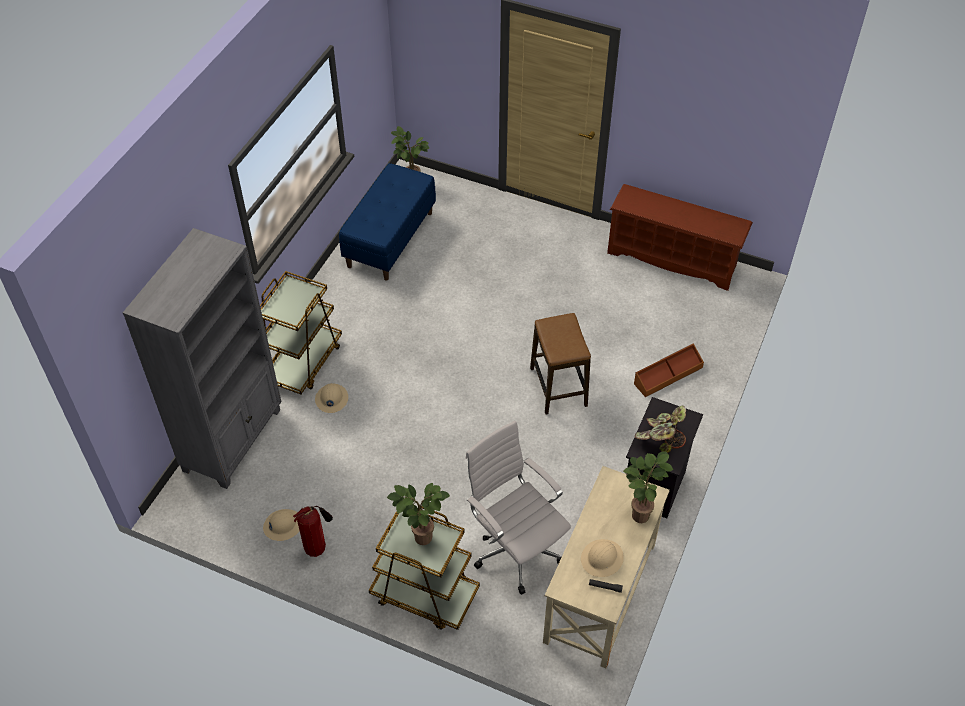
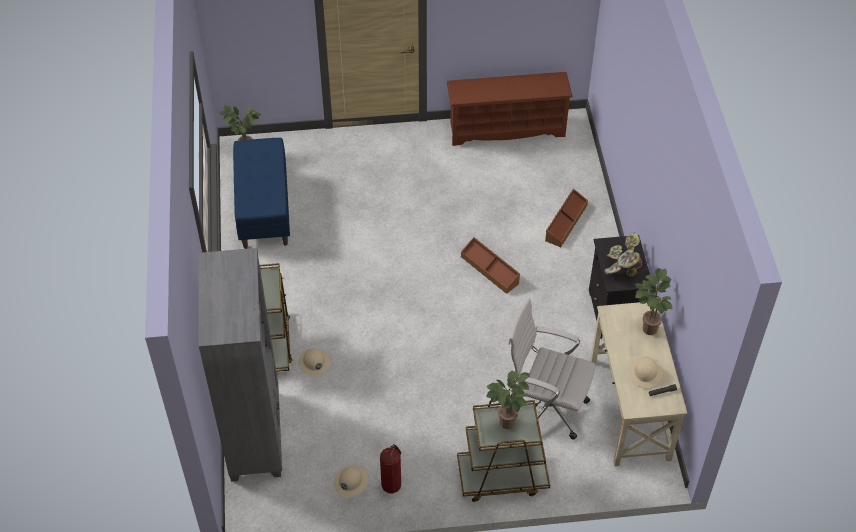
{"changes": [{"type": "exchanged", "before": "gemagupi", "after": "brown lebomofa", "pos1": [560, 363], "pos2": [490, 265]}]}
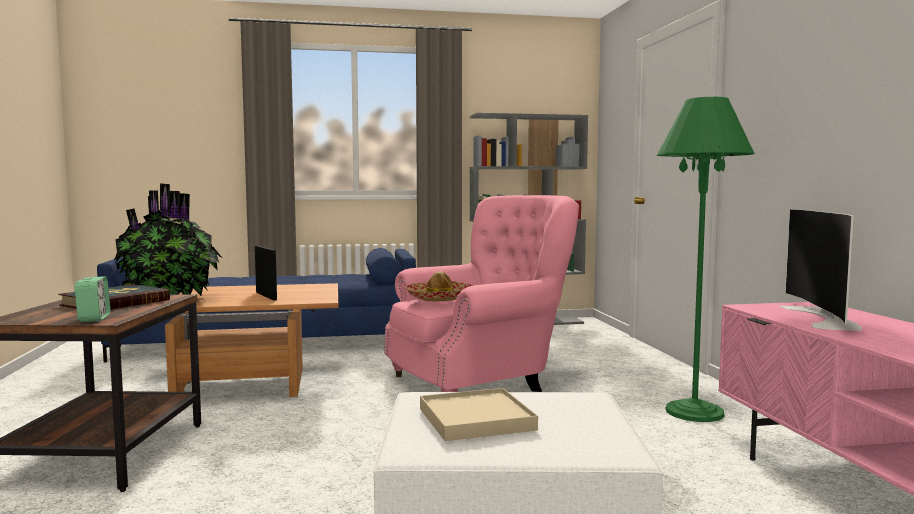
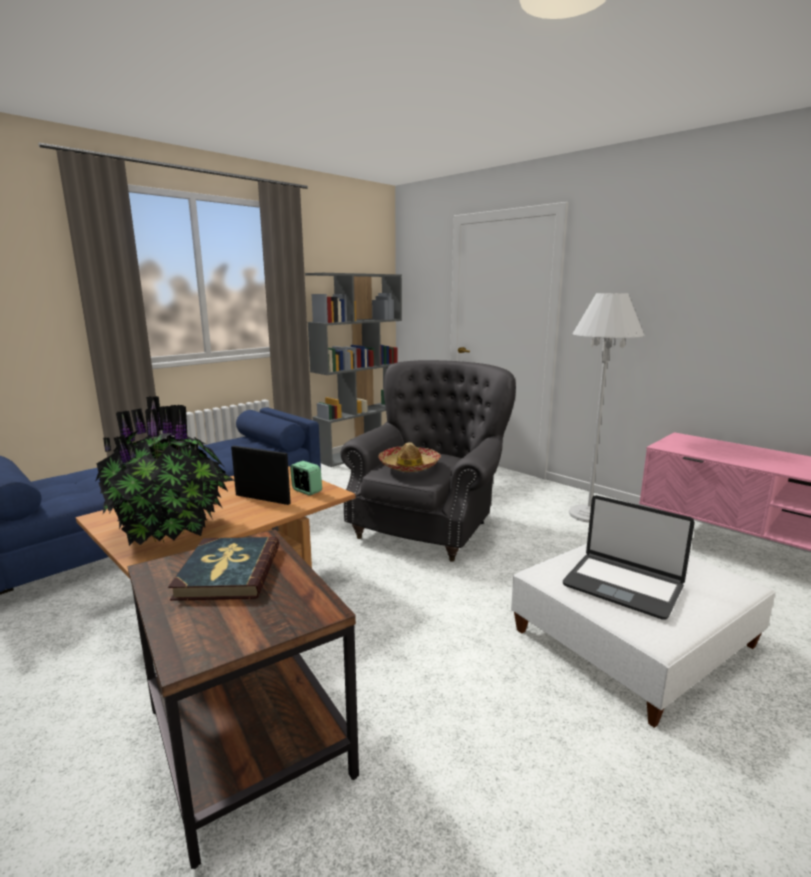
{"changes": [{"type": "relocated", "before": "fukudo", "pos1": [93, 299], "pos2": [306, 478]}, {"type": "colour", "before": "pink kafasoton", "after": "grey kafasoton", "pos1": [481, 293], "pos2": [428, 461]}, {"type": "exchanged", "before": "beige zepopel", "after": "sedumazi", "pos1": [479, 414], "pos2": [629, 557]}, {"type": "colour", "before": "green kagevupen", "after": "white kagevupen", "pos1": [706, 259], "pos2": [607, 408]}, {"type": "missing", "before": "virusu", "pos1": [820, 270]}]}
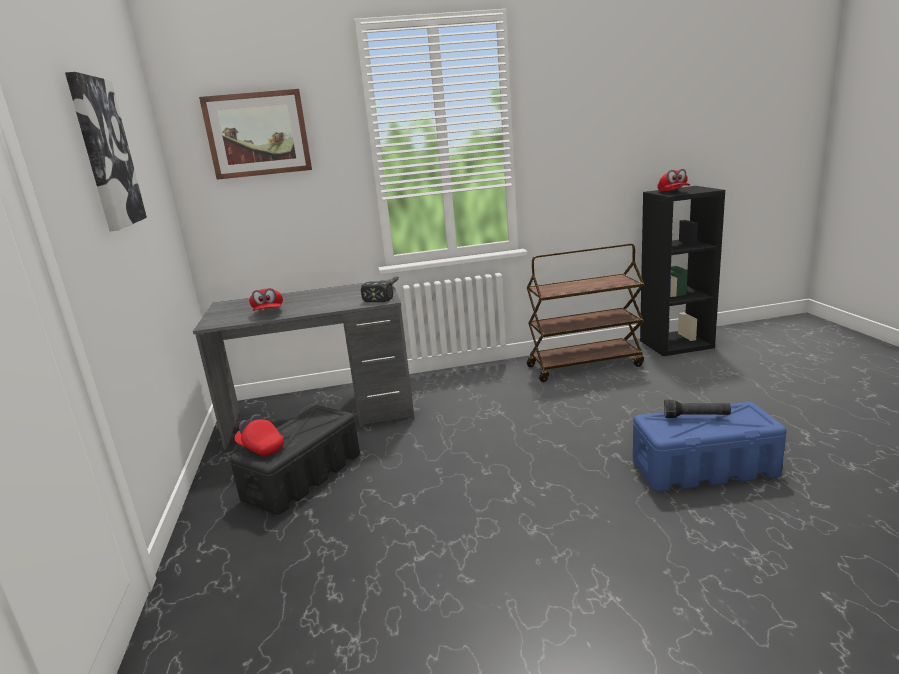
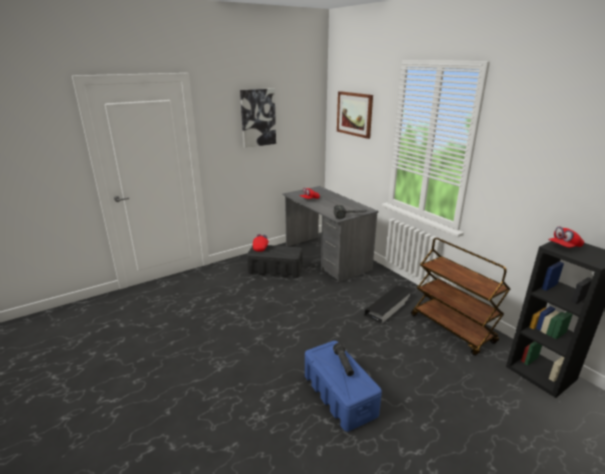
{"changes": [{"type": "appeared", "after": "black lebomofa", "pos2": [389, 304]}]}
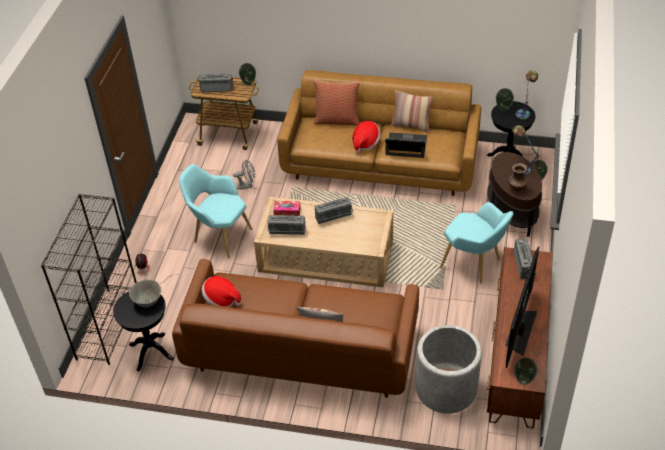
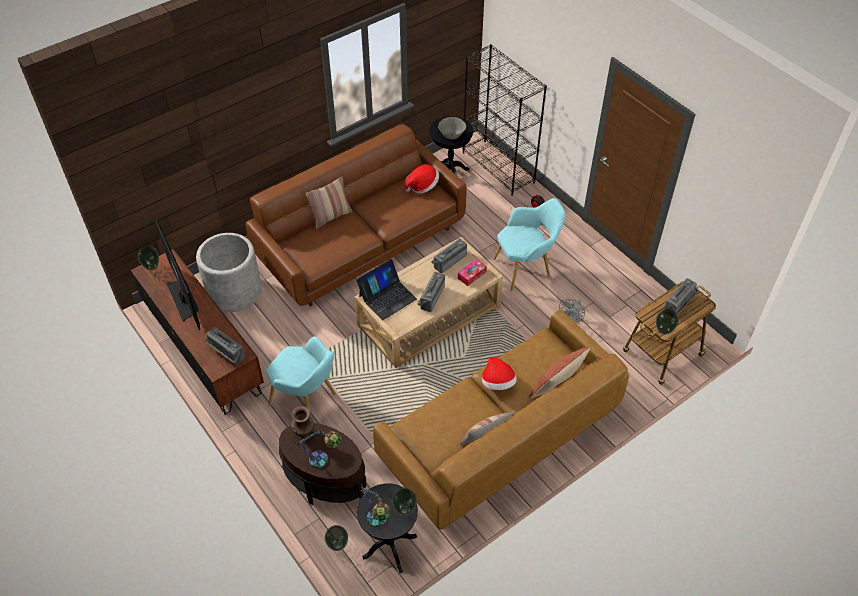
{"changes": [{"type": "relocated", "before": "sedumazi", "pos1": [406, 145], "pos2": [386, 289]}, {"type": "spun", "before": "turquoise kafasoton", "pos1": [477, 242], "pos2": [301, 376], "turn": -135}]}
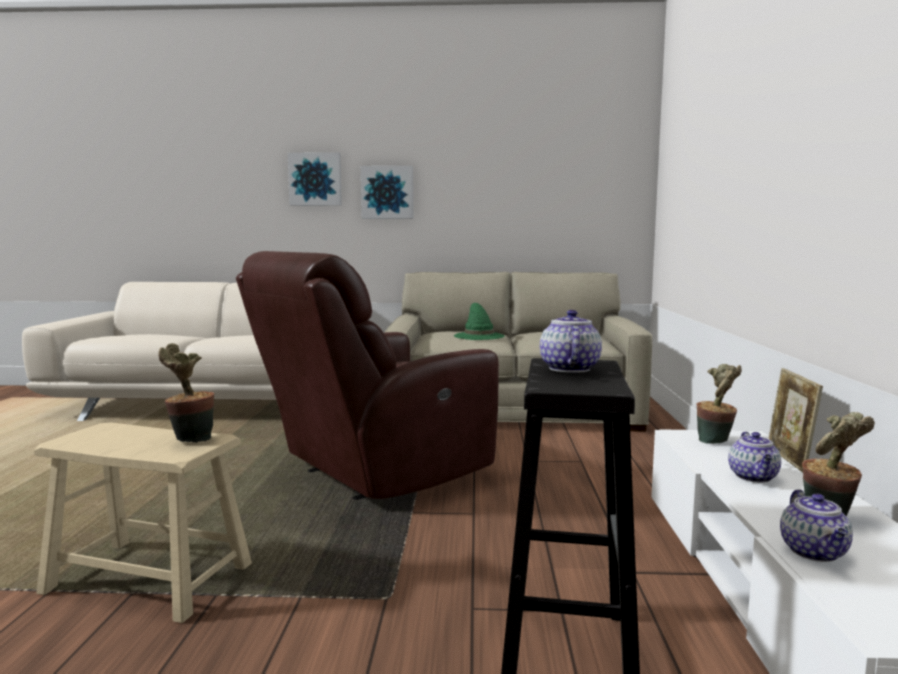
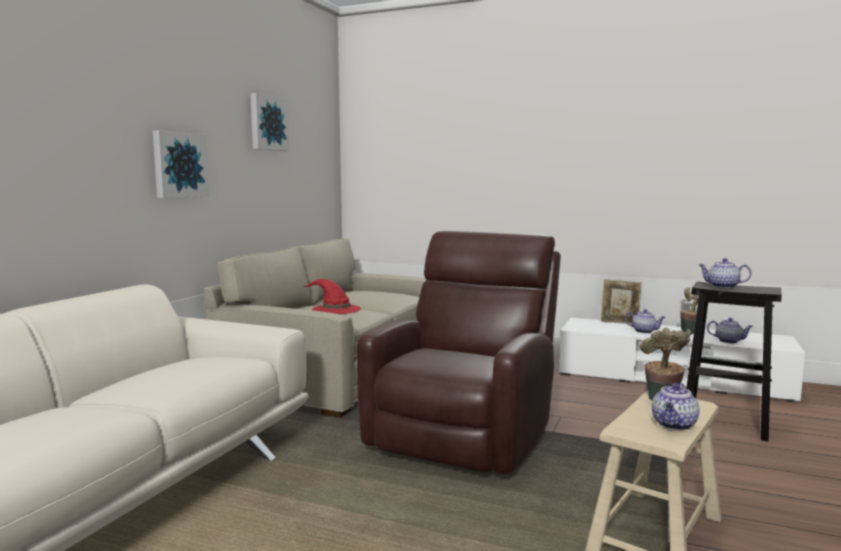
{"changes": [{"type": "spun", "before": "brown kafasoton", "pos1": [367, 375], "pos2": [459, 352], "turn": -135}, {"type": "relocated", "before": "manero", "pos1": [315, 179], "pos2": [269, 122]}, {"type": "colour", "before": "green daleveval", "after": "red daleveval", "pos1": [479, 321], "pos2": [332, 296]}, {"type": "missing", "before": "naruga", "pos1": [719, 404]}, {"type": "appeared", "after": "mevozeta", "pos2": [676, 406]}]}
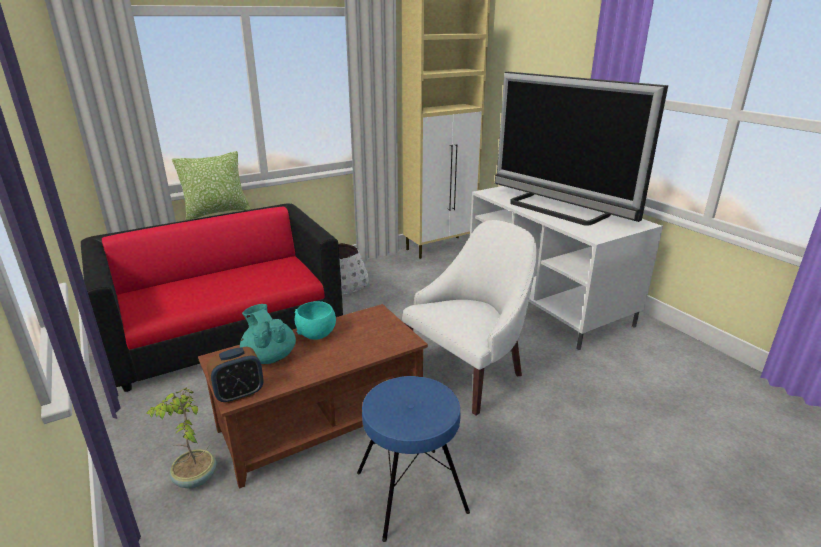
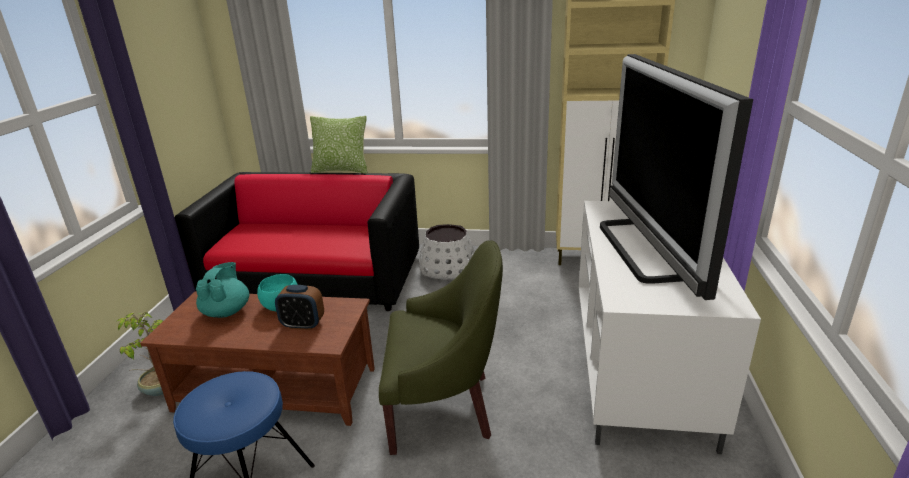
{"changes": [{"type": "relocated", "before": "fukudo", "pos1": [235, 375], "pos2": [299, 307]}, {"type": "colour", "before": "white kafasoton", "after": "green kafasoton", "pos1": [469, 317], "pos2": [441, 347]}]}
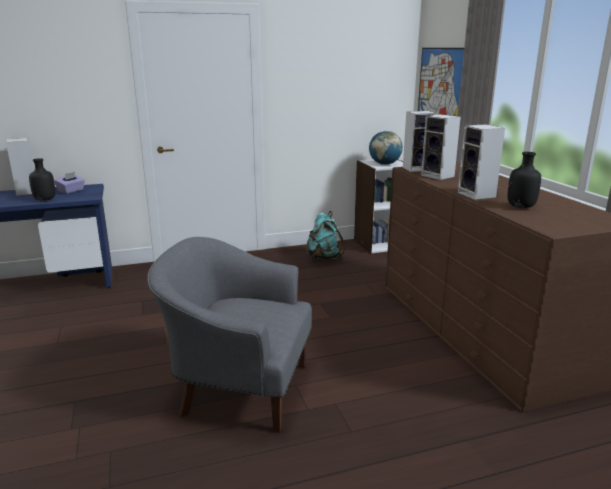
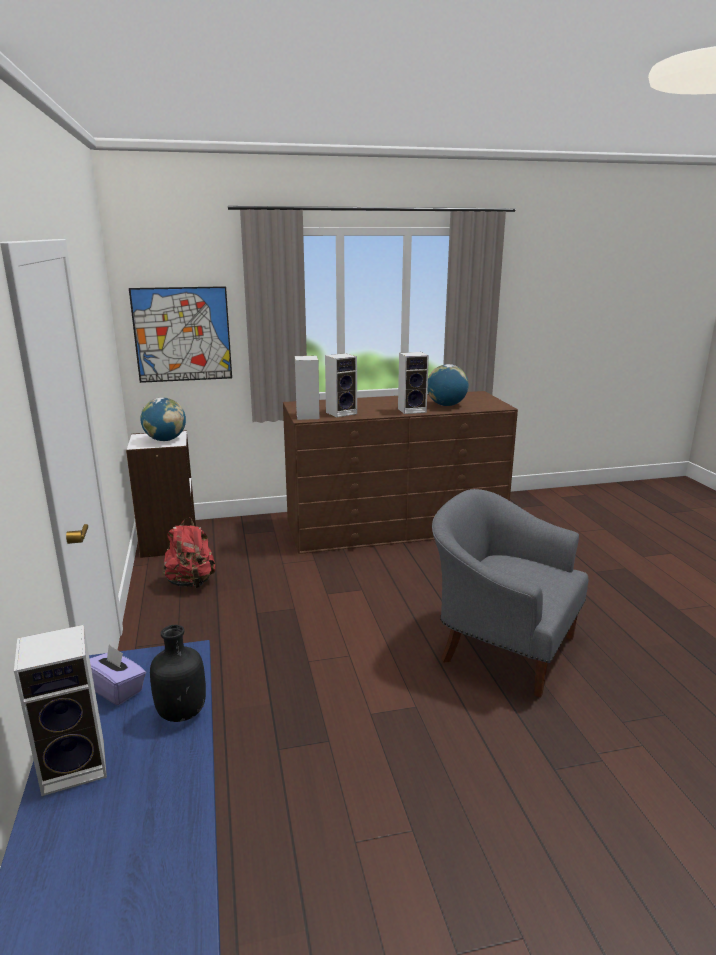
{"changes": [{"type": "spun", "before": "grey kafasoton", "pos1": [229, 334], "pos2": [510, 593], "turn": 105}, {"type": "colour", "before": "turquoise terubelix", "after": "red terubelix", "pos1": [326, 235], "pos2": [189, 552]}, {"type": "exchanged", "before": "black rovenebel", "after": "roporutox", "pos1": [524, 180], "pos2": [448, 385]}]}
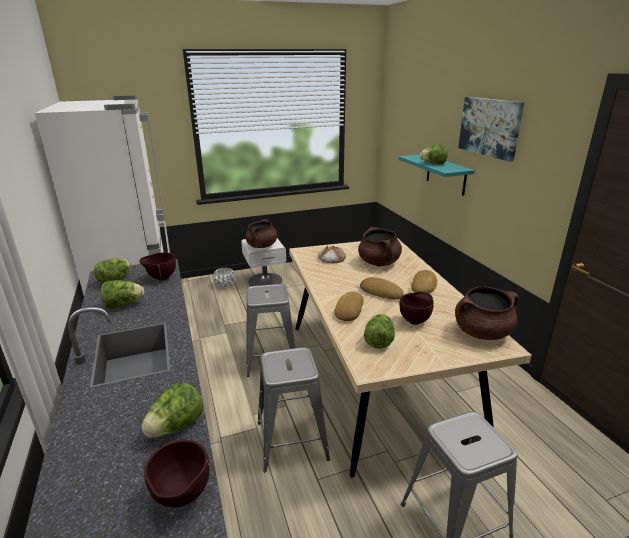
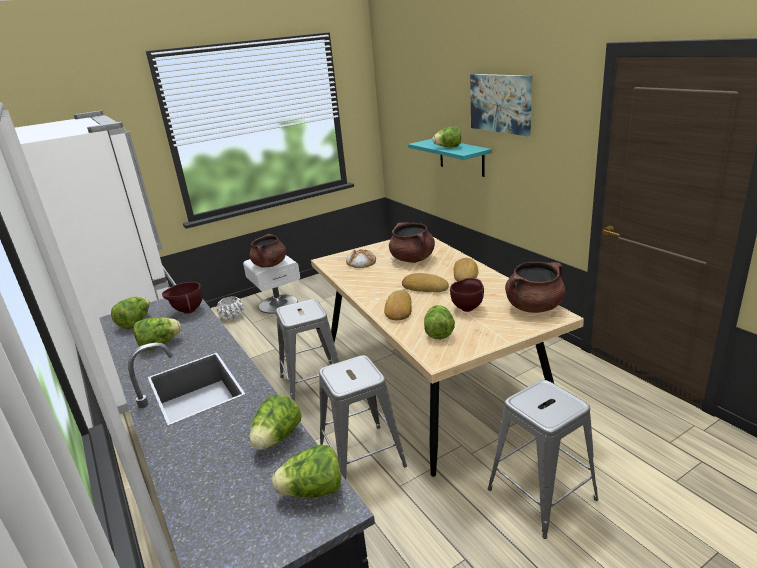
{"changes": [{"type": "exchanged", "before": "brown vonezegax", "after": "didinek", "pos1": [176, 474], "pos2": [306, 471]}]}
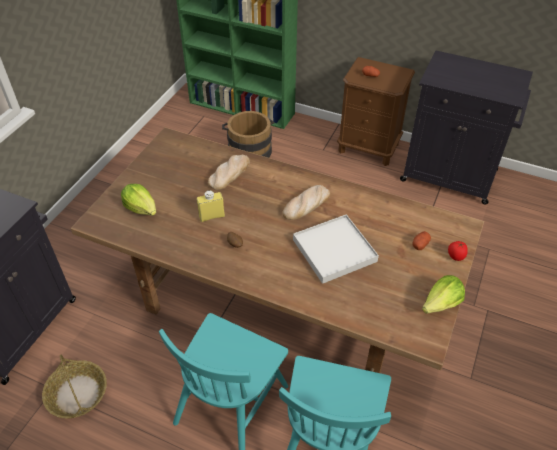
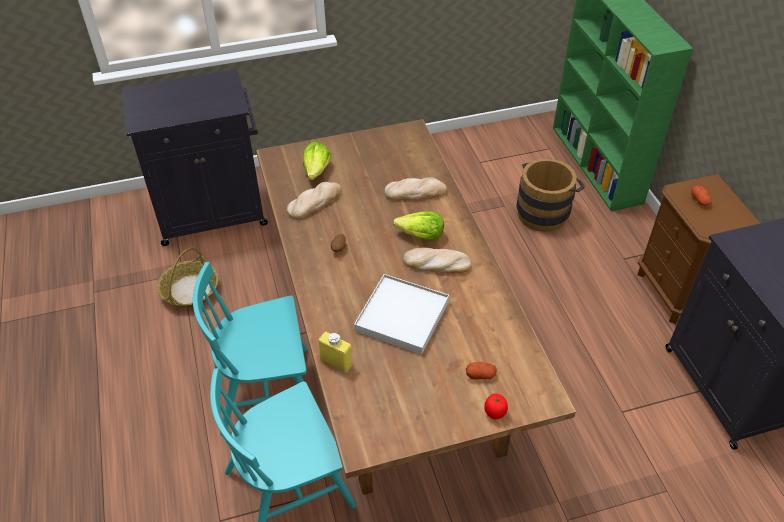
{"changes": [{"type": "relocated", "before": "yellow rovenebel", "pos1": [211, 206], "pos2": [335, 352]}, {"type": "relocated", "before": "didinek", "pos1": [443, 294], "pos2": [418, 225]}, {"type": "appeared", "after": "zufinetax", "pos2": [314, 200]}]}
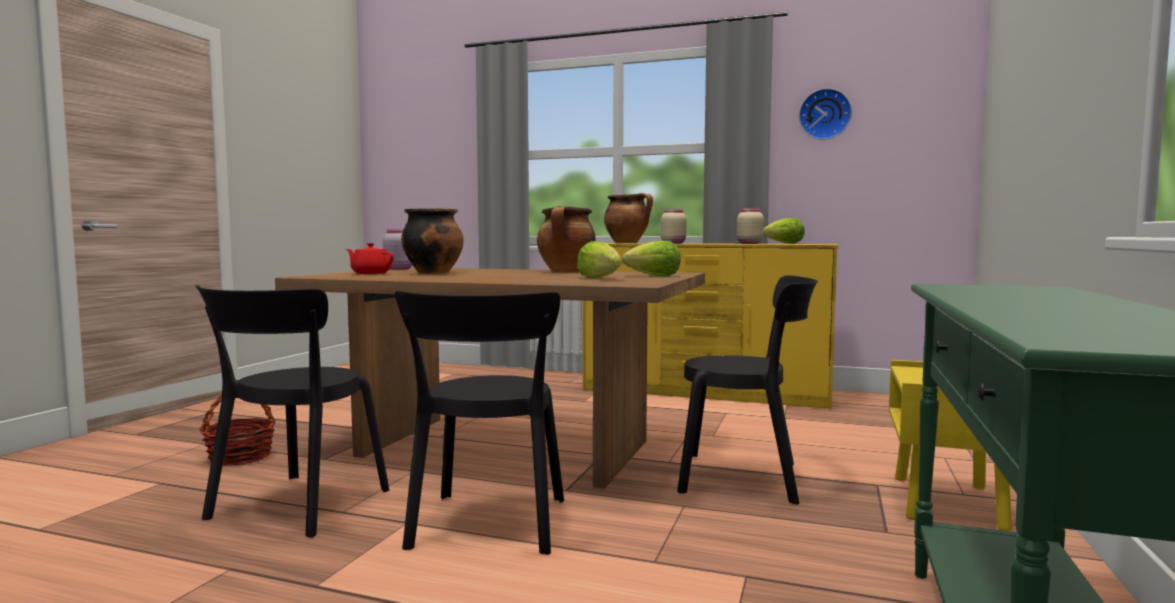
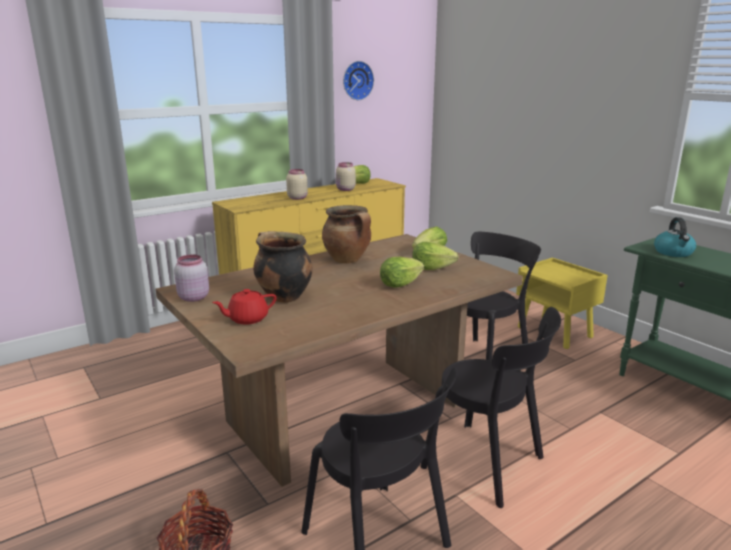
{"changes": [{"type": "missing", "before": "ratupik", "pos1": [628, 218]}, {"type": "appeared", "after": "didinek", "pos2": [402, 272]}, {"type": "appeared", "after": "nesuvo", "pos2": [675, 237]}]}
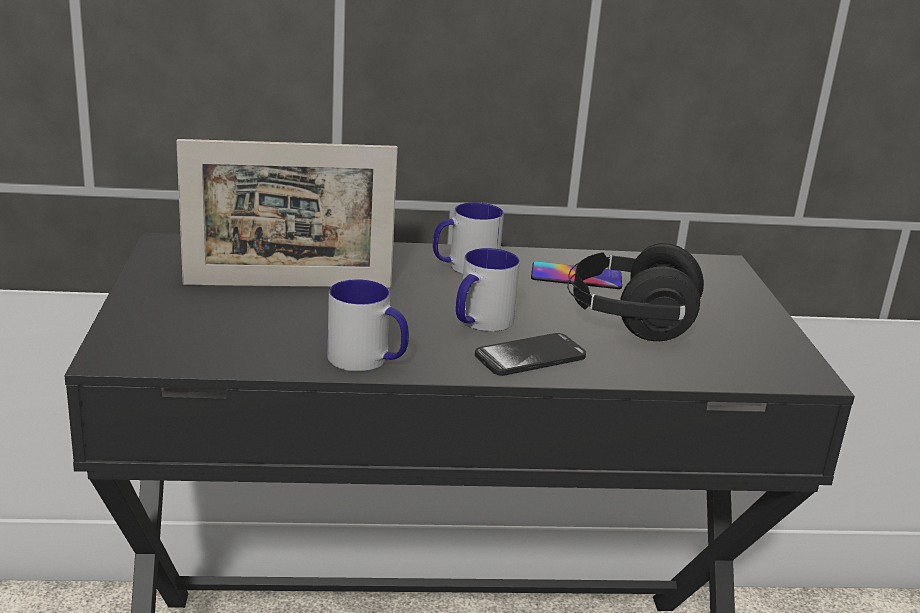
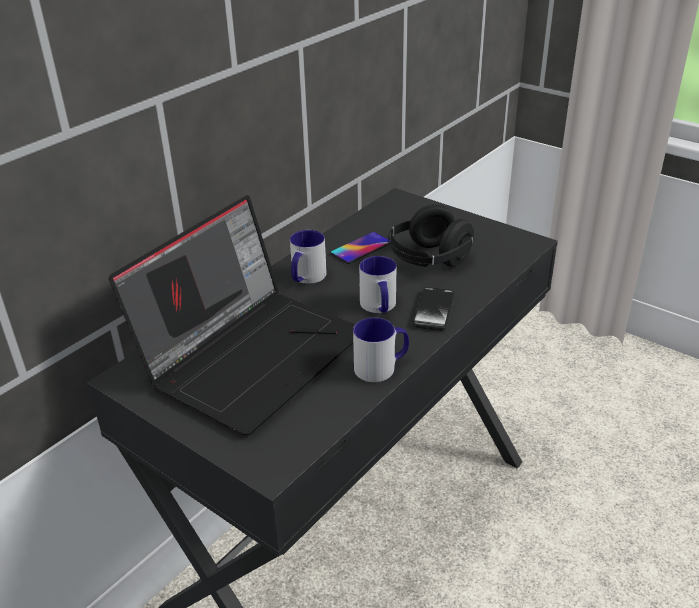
{"changes": [{"type": "exchanged", "before": "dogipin", "after": "sedumazi", "pos1": [287, 213], "pos2": [232, 315]}]}
